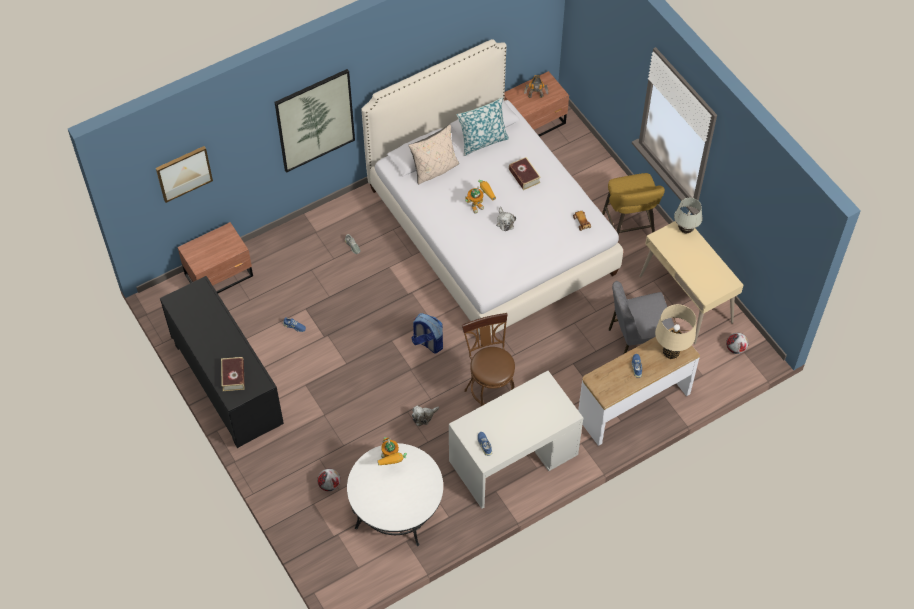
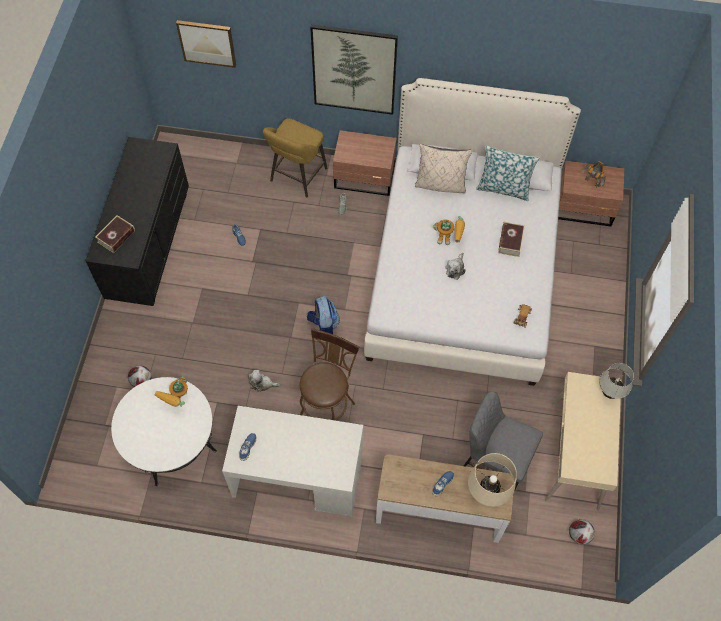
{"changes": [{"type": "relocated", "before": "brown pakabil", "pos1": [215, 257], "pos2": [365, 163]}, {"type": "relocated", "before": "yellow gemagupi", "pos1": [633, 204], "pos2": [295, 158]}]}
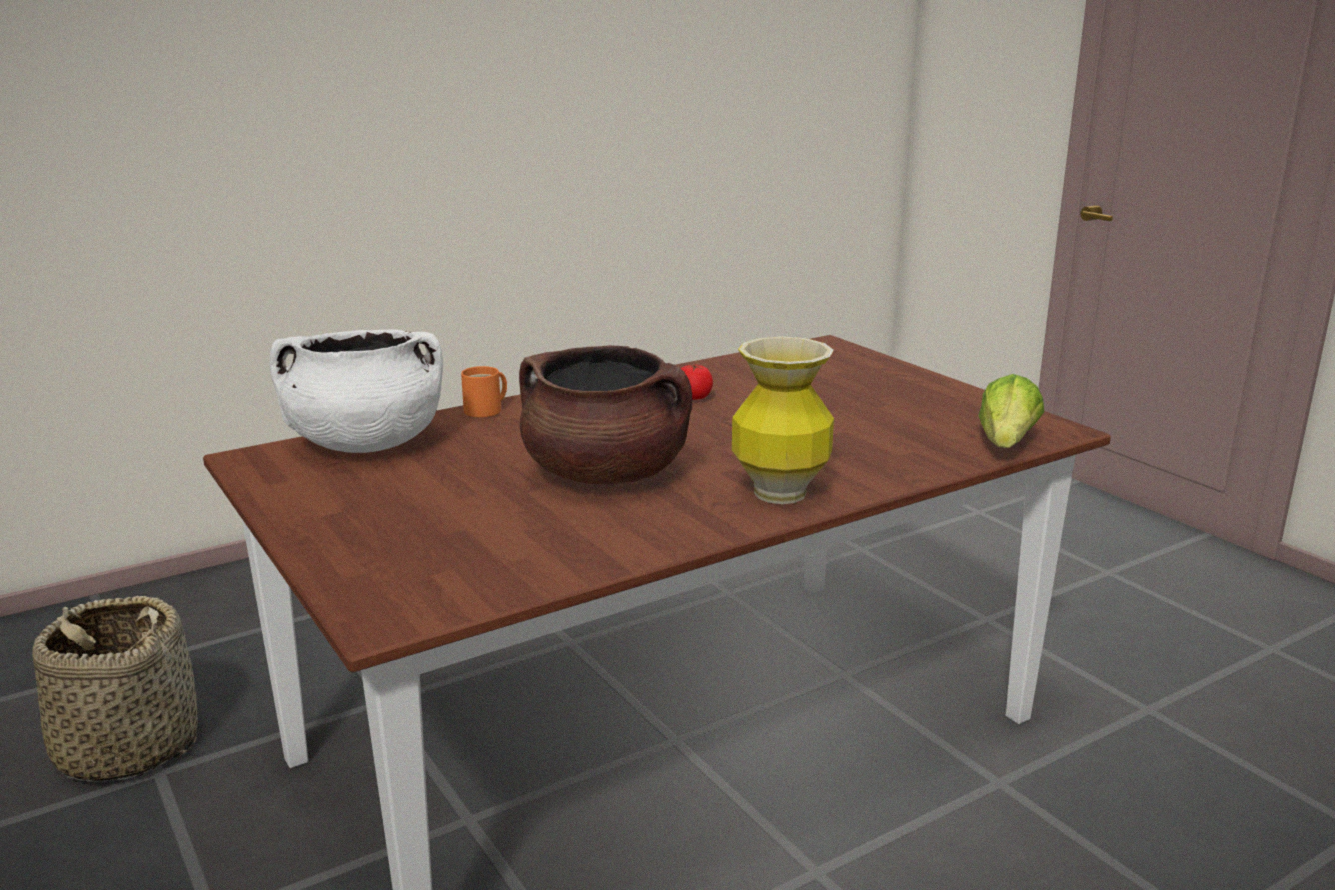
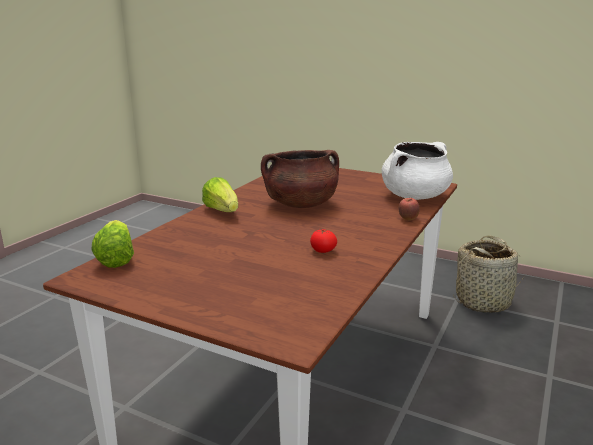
{"changes": [{"type": "exchanged", "before": "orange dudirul", "after": "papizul", "pos1": [484, 391], "pos2": [409, 209]}, {"type": "exchanged", "before": "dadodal", "after": "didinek", "pos1": [783, 420], "pos2": [220, 194]}]}
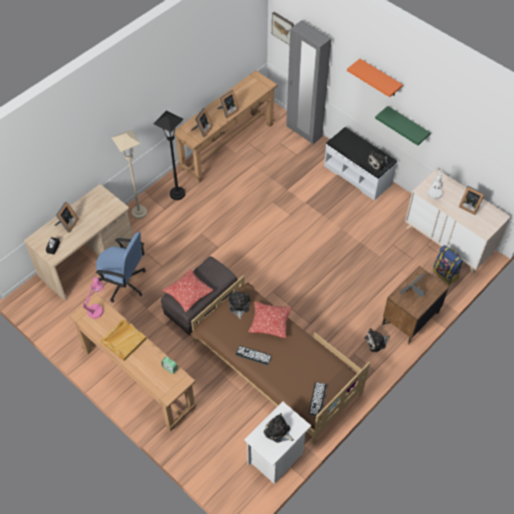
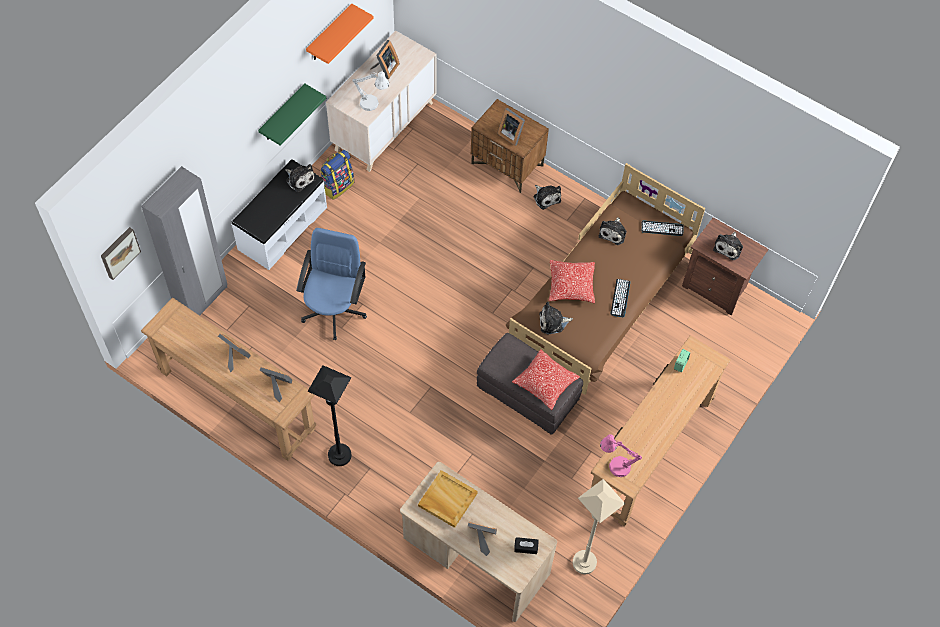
{"changes": [{"type": "relocated", "before": "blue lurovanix", "pos1": [121, 267], "pos2": [331, 284]}, {"type": "relocated", "before": "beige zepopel", "pos1": [124, 340], "pos2": [448, 499]}, {"type": "relocated", "before": "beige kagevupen", "pos1": [129, 174], "pos2": [599, 526]}, {"type": "colour", "before": "white pakabil", "after": "brown pakabil", "pos1": [277, 442], "pos2": [725, 266]}, {"type": "relocated", "before": "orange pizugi", "pos1": [375, 78], "pos2": [340, 33]}, {"type": "relocated", "before": "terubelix", "pos1": [448, 265], "pos2": [337, 175]}, {"type": "appeared", "after": "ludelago", "pos2": [613, 231]}]}
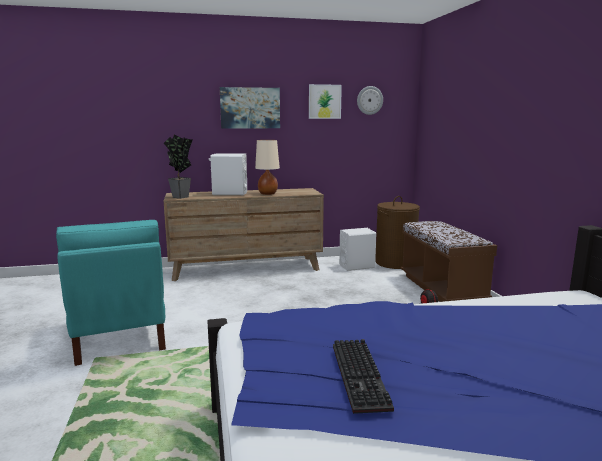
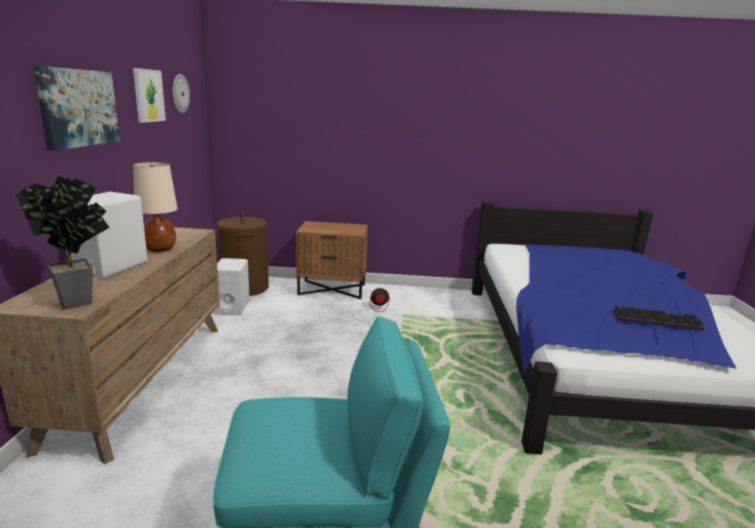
{"changes": [{"type": "exchanged", "before": "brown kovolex", "after": "brown pakabil", "pos1": [449, 261], "pos2": [332, 260]}]}
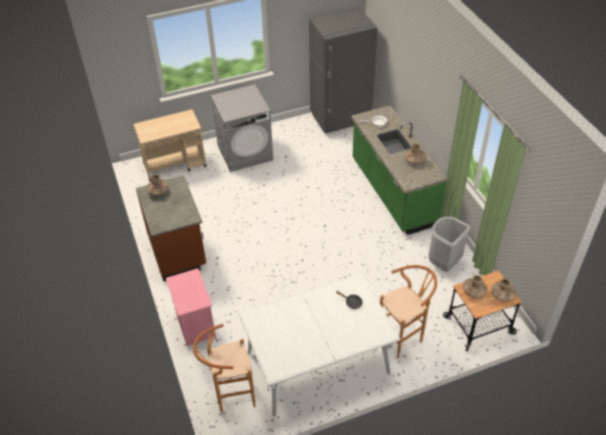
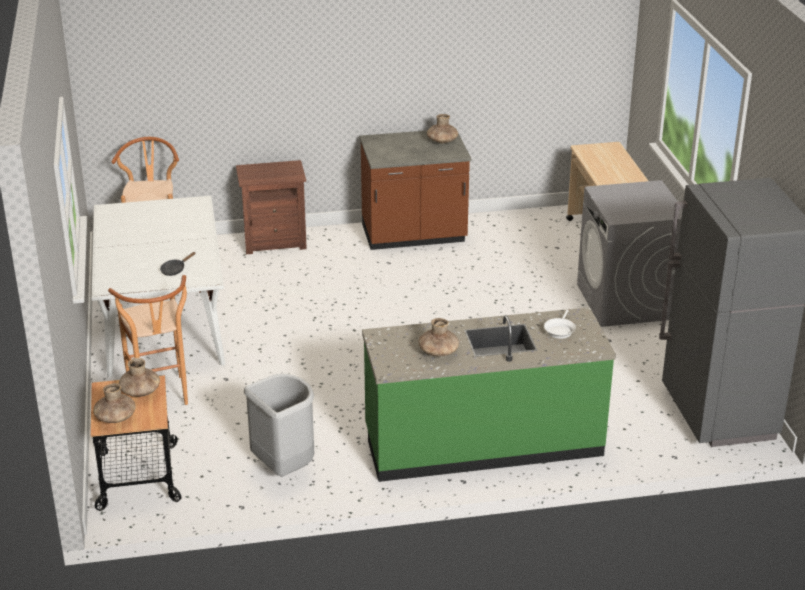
{"changes": [{"type": "colour", "before": "pink pakabil", "after": "brown pakabil", "pos1": [191, 307], "pos2": [271, 207]}]}
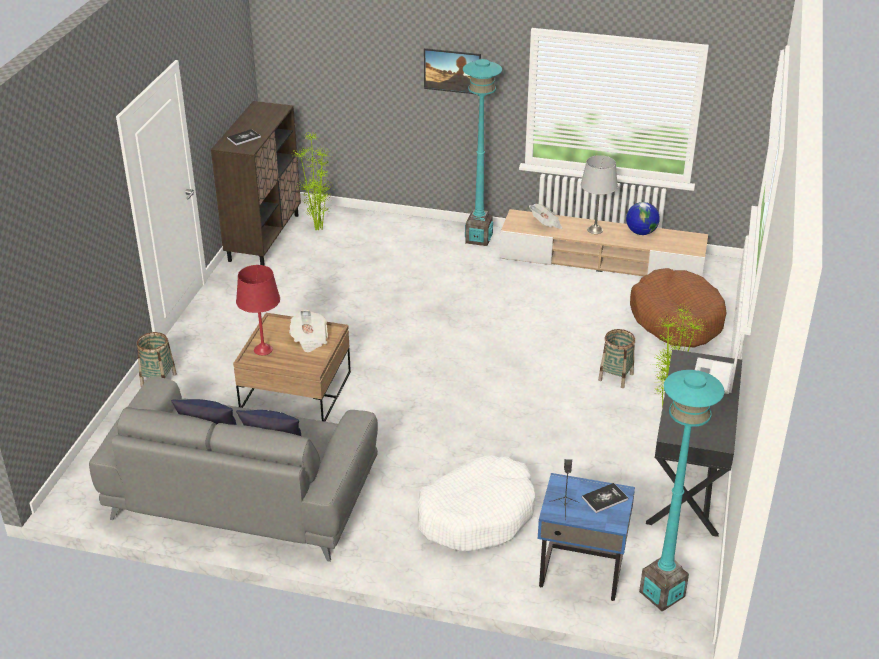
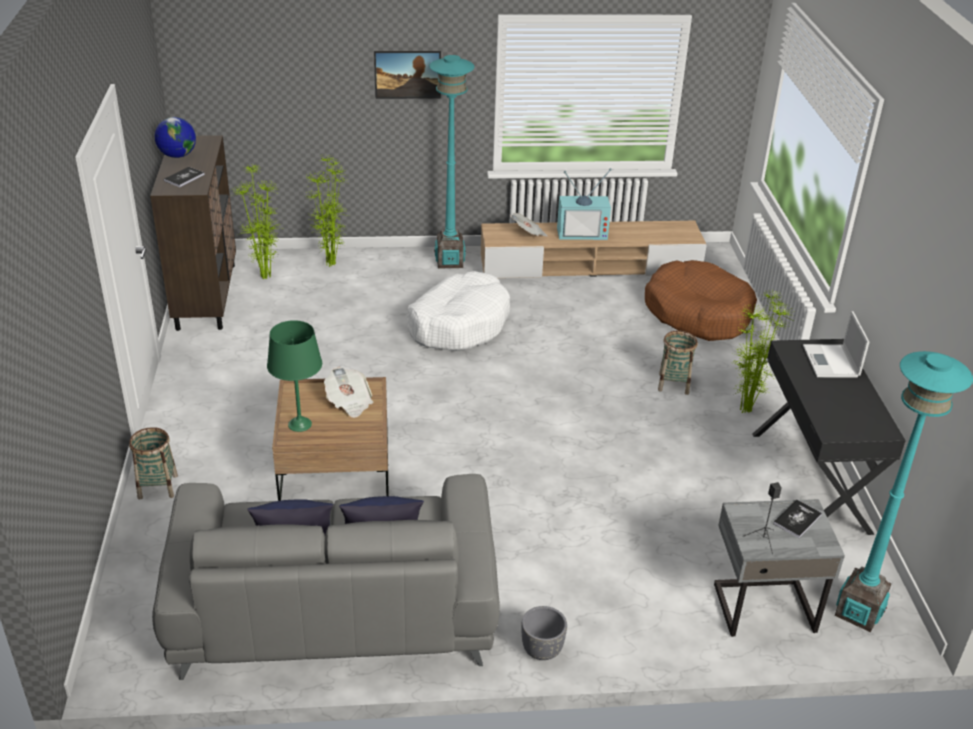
{"changes": [{"type": "colour", "before": "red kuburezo", "after": "green kuburezo", "pos1": [258, 310], "pos2": [294, 376]}, {"type": "relocated", "before": "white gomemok", "pos1": [476, 503], "pos2": [458, 311]}, {"type": "colour", "before": "blue pakabil", "after": "grey pakabil", "pos1": [586, 537], "pos2": [779, 568]}, {"type": "exchanged", "before": "grey kuburezo", "after": "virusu", "pos1": [599, 194], "pos2": [584, 204]}, {"type": "relocated", "before": "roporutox", "pos1": [643, 218], "pos2": [175, 137]}, {"type": "appeared", "after": "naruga", "pos2": [327, 211]}, {"type": "appeared", "after": "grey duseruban", "pos2": [544, 633]}]}
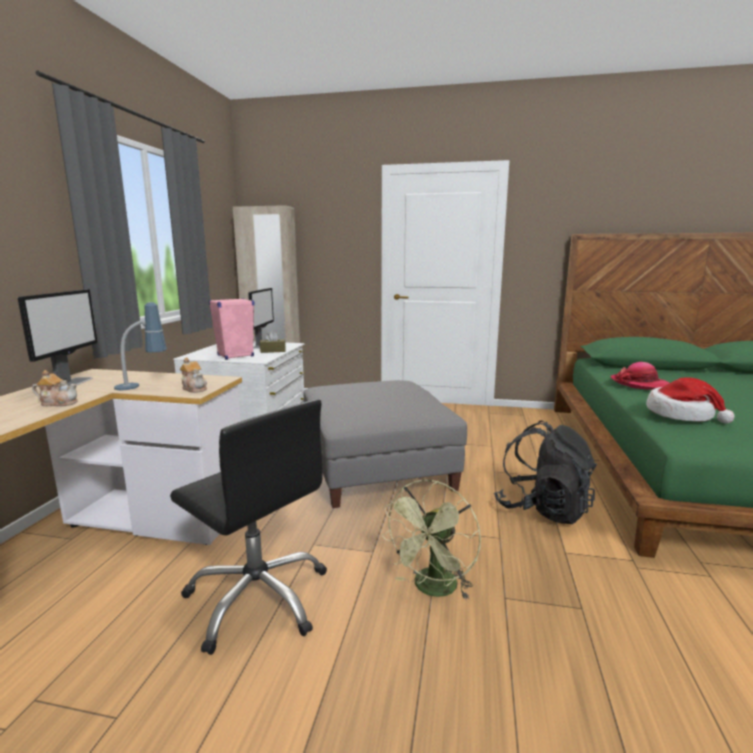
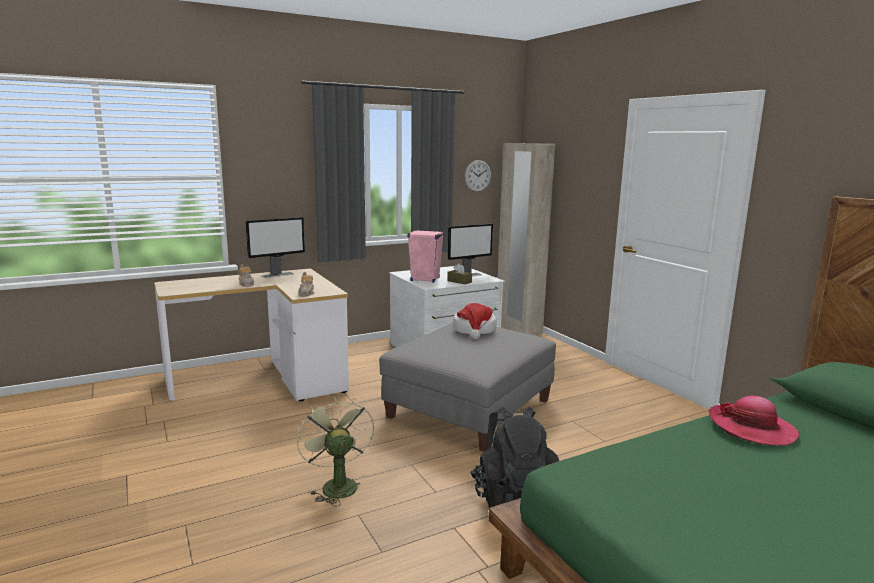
{"changes": [{"type": "missing", "before": "kuburezo", "pos1": [140, 346]}, {"type": "missing", "before": "black lurovanix", "pos1": [248, 527]}, {"type": "spun", "before": "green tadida", "pos1": [431, 540], "pos2": [335, 451], "turn": 75}, {"type": "relocated", "before": "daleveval", "pos1": [690, 400], "pos2": [475, 321]}, {"type": "appeared", "after": "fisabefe", "pos2": [478, 176]}]}
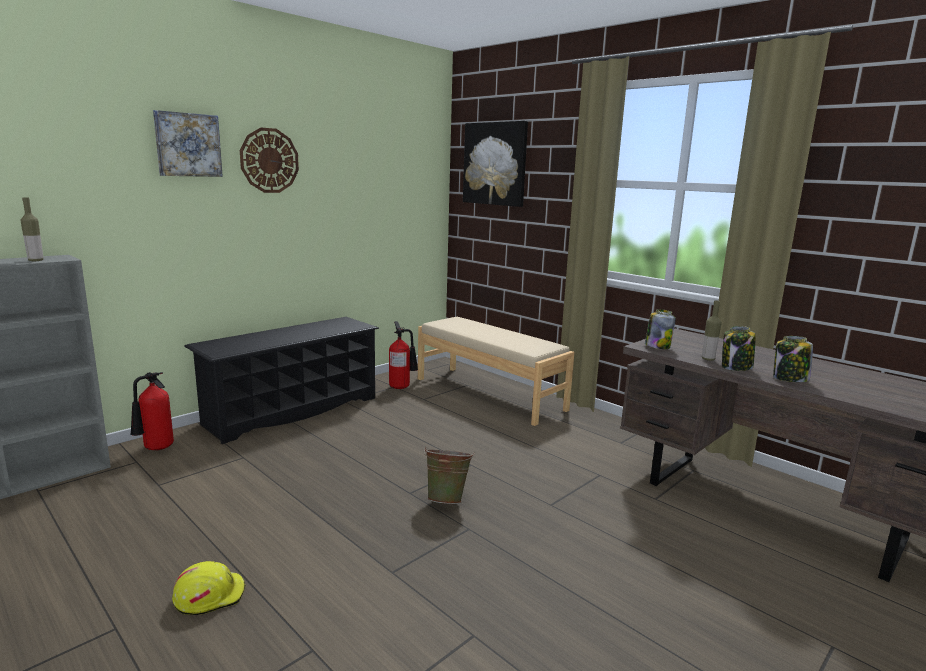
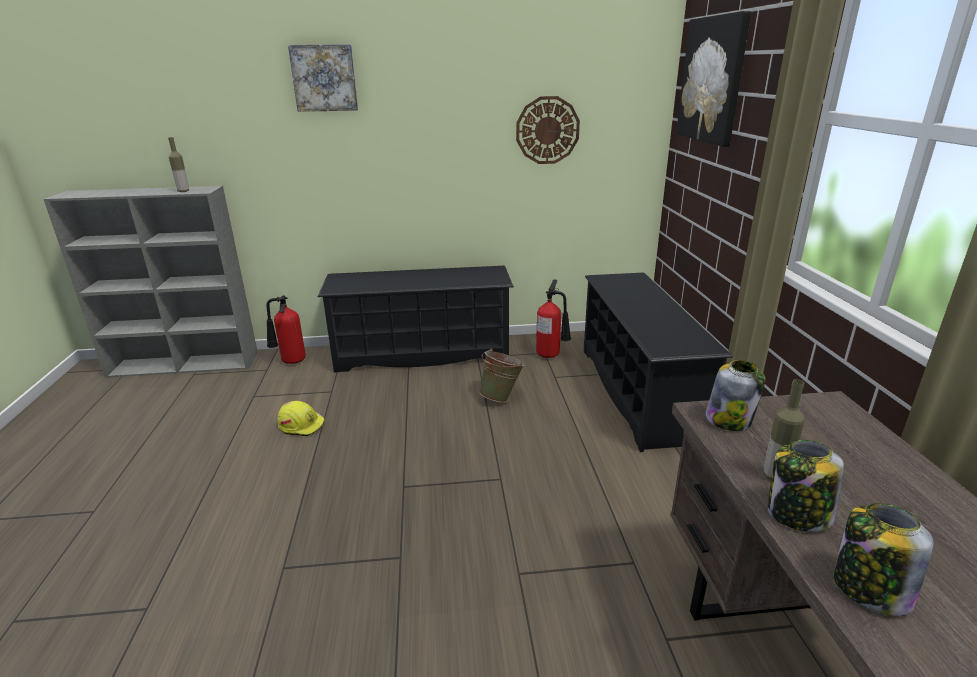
{"changes": [{"type": "relocated", "before": "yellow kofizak", "pos1": [209, 588], "pos2": [301, 419]}, {"type": "relocated", "before": "fisabefe", "pos1": [269, 160], "pos2": [548, 130]}, {"type": "exchanged", "before": "beige kovolex", "after": "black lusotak", "pos1": [496, 371], "pos2": [658, 362]}, {"type": "relocated", "before": "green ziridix", "pos1": [449, 475], "pos2": [502, 375]}]}
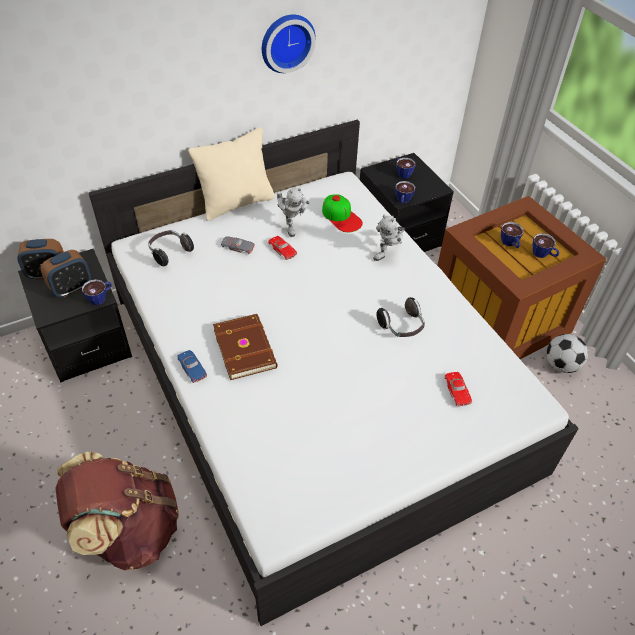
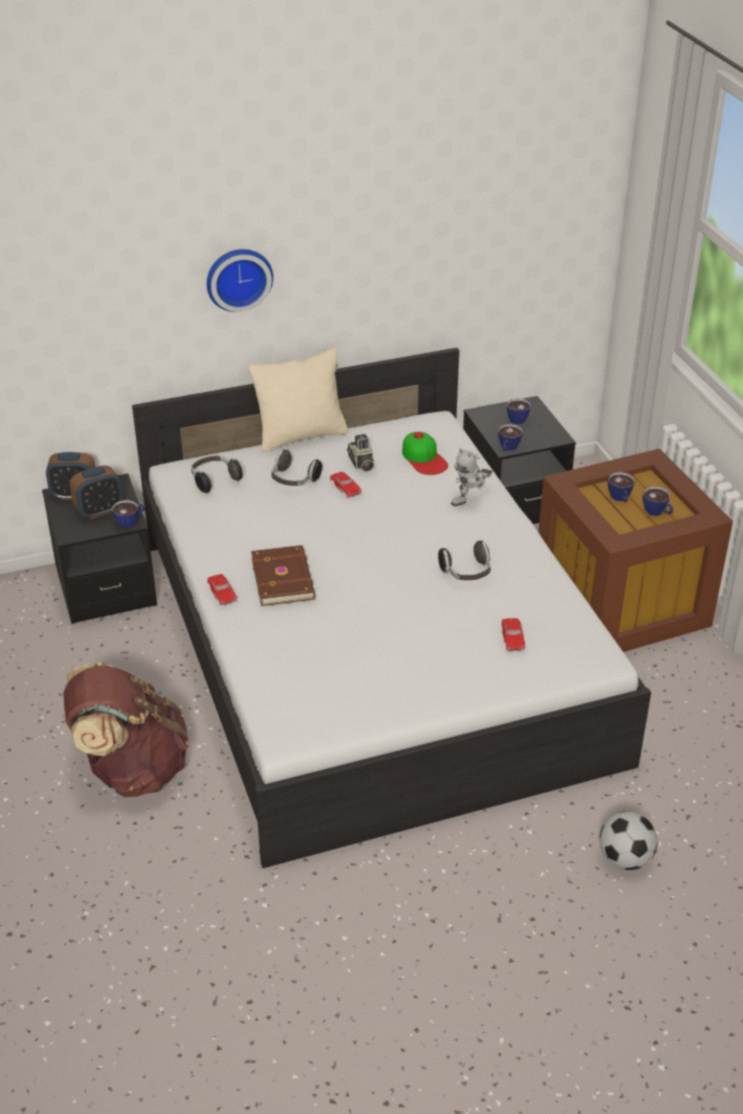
{"changes": [{"type": "colour", "before": "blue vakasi", "after": "red vakasi", "pos1": [192, 366], "pos2": [222, 589]}, {"type": "exchanged", "before": "grey vakasi", "after": "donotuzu", "pos1": [238, 245], "pos2": [296, 468]}, {"type": "relocated", "before": "fisabefe", "pos1": [289, 43], "pos2": [240, 280]}, {"type": "exchanged", "before": "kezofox", "after": "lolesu", "pos1": [293, 212], "pos2": [360, 453]}, {"type": "relocated", "before": "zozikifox", "pos1": [567, 353], "pos2": [629, 840]}]}
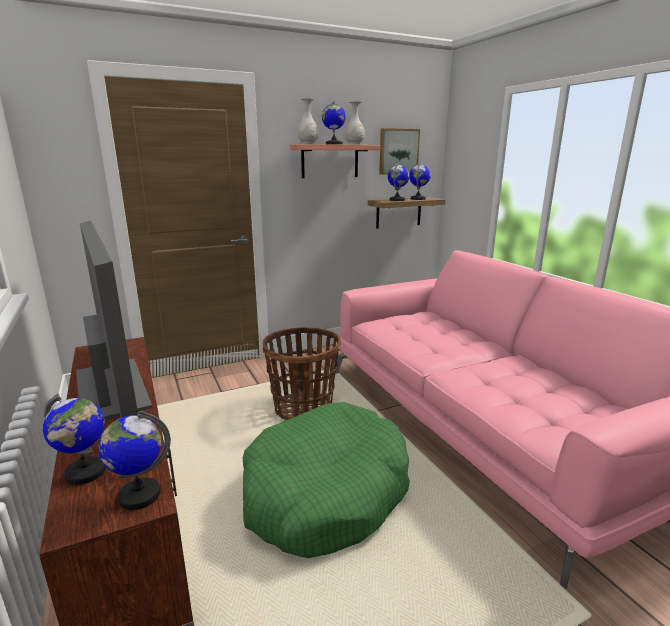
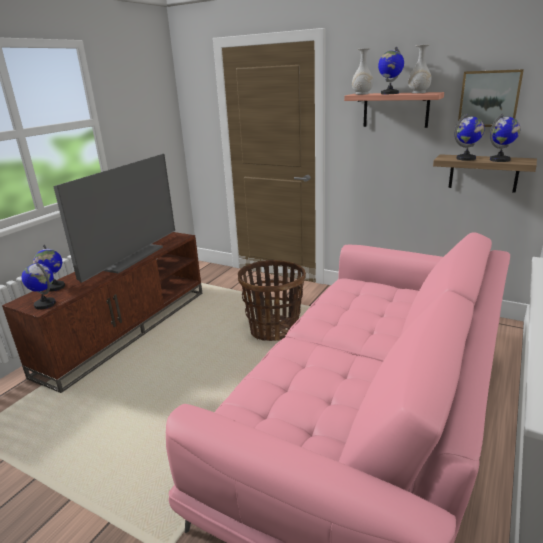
{"changes": [{"type": "missing", "before": "green gomemok", "pos1": [326, 480]}]}
